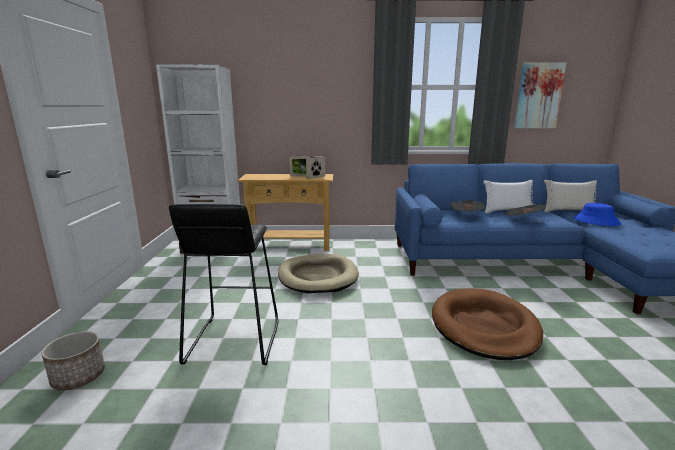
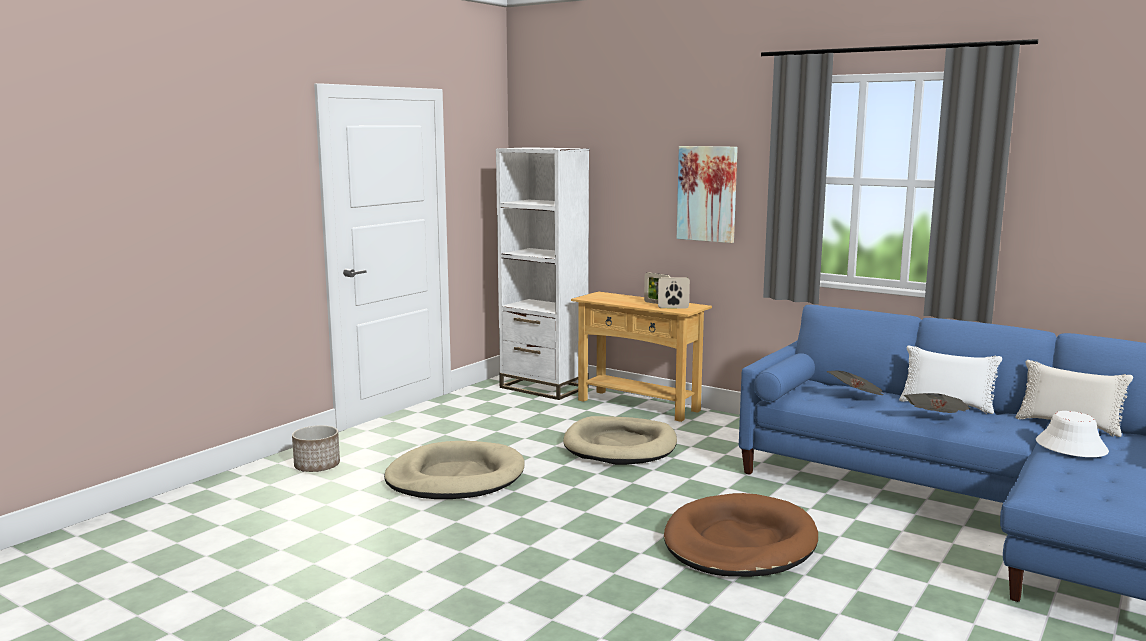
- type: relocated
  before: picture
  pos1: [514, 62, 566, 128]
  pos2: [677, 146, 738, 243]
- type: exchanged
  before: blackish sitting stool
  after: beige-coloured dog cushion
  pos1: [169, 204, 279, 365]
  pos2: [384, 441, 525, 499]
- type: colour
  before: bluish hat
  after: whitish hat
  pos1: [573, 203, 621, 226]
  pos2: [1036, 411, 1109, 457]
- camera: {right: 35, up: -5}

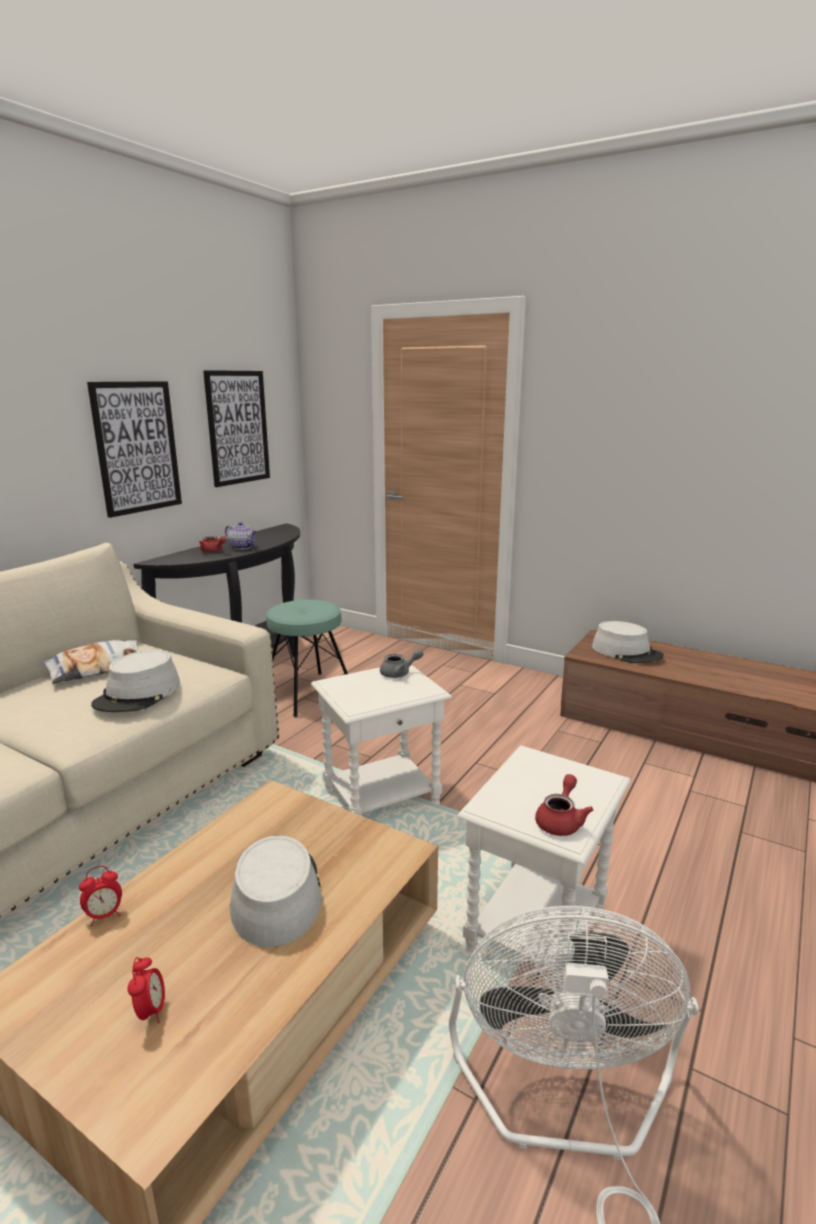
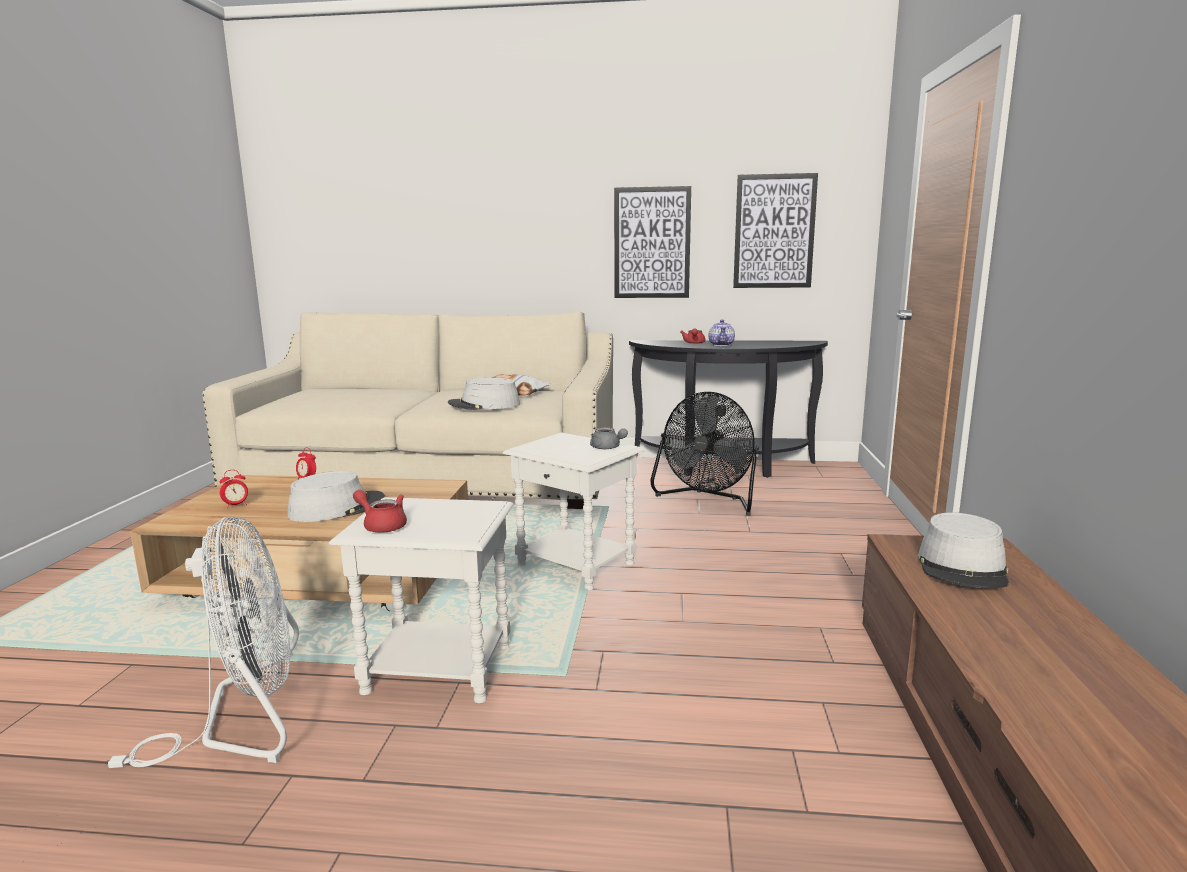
- type: exchanged
  before: turquoise-coloured sitting stool
  after: blackish cooling fan
  pos1: [266, 600, 348, 717]
  pos2: [651, 392, 759, 516]
- type: spun
  before: red-coloured teapot
  pos1: [535, 774, 593, 836]
  pos2: [353, 490, 407, 533]
  turn: -150
- camera: {right: 65, up: -5}

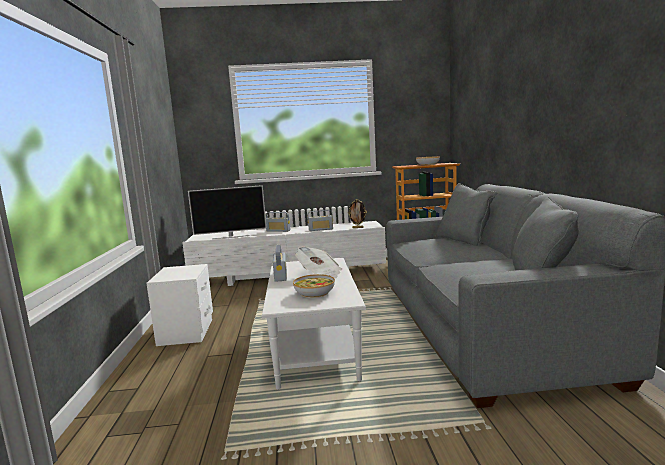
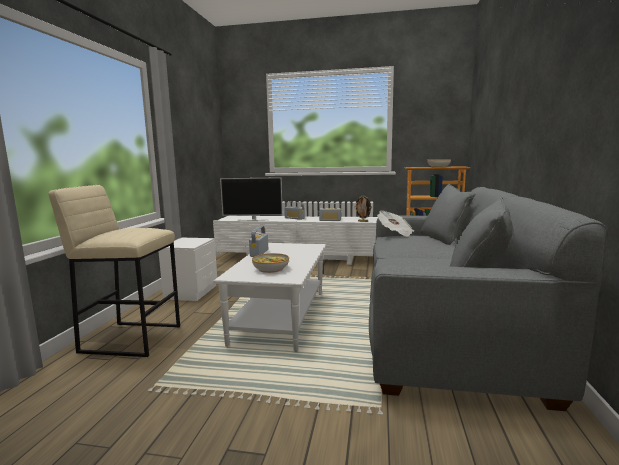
- type: appeared
  after: beige-coloured sitting stool
  pos2: [48, 185, 180, 357]
- type: relocated
  before: printed paper
  pos1: [295, 246, 342, 279]
  pos2: [377, 211, 414, 237]
- camera: {right: 15, up: 0}

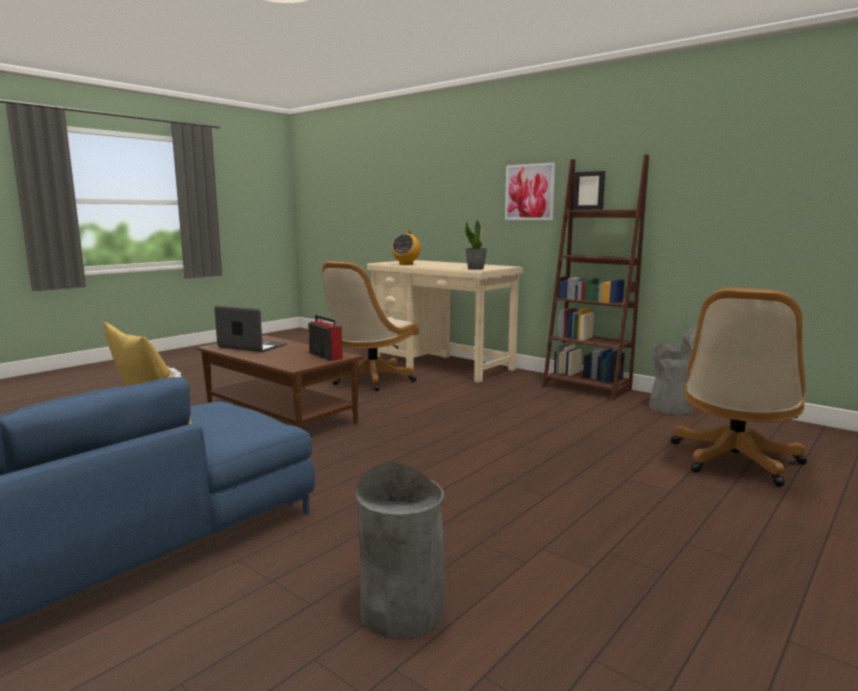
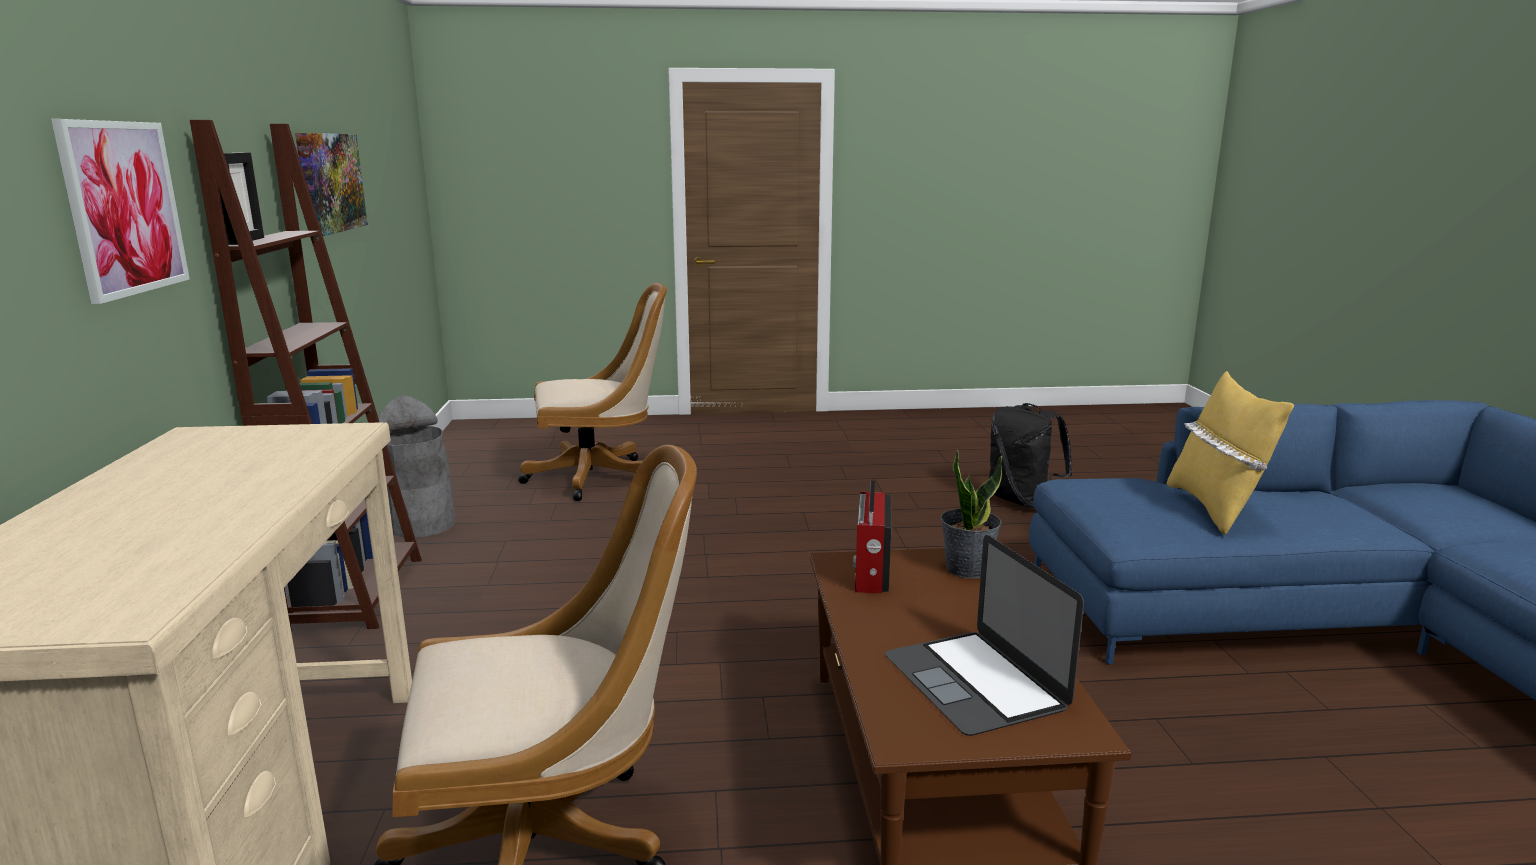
- type: missing
  before: radio receiver
  pos1: [392, 230, 421, 265]
- type: appeared
  after: picture
  pos2: [295, 133, 368, 236]
- type: relocated
  before: plant in a pot
  pos1: [465, 219, 487, 270]
  pos2: [941, 450, 1003, 579]
- type: exchanged
  before: grey trash can
  after: blackish knapsack
  pos1: [356, 462, 445, 639]
  pos2: [989, 403, 1072, 508]
- camera: {right: -135, up: 5}

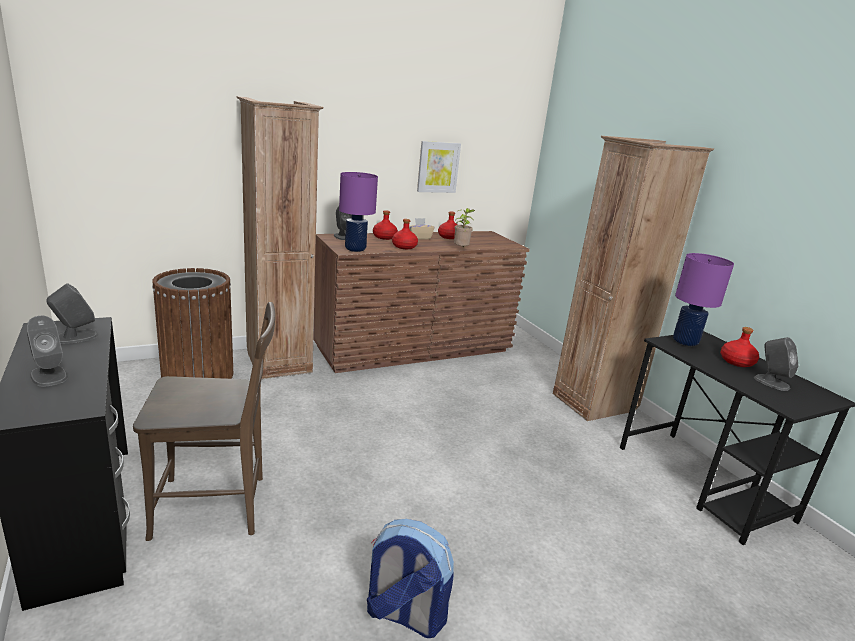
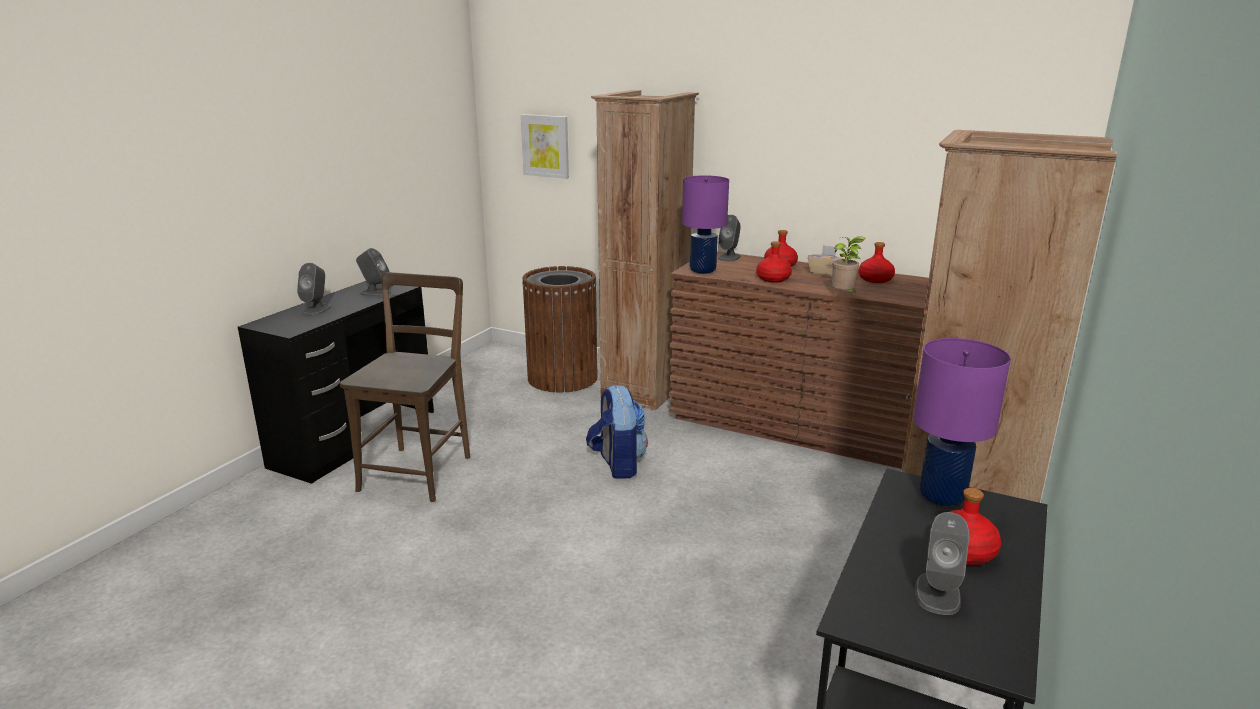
- type: relocated
  before: knapsack
  pos1: [367, 519, 454, 638]
  pos2: [586, 385, 648, 478]
- type: relocated
  before: picture
  pos1: [417, 141, 461, 193]
  pos2: [521, 114, 569, 179]
- type: spun
  before: brownish plain chair
  pos1: [133, 302, 276, 541]
  pos2: [340, 272, 470, 502]
  turn: -120
- camera: {right: 55, up: 0}

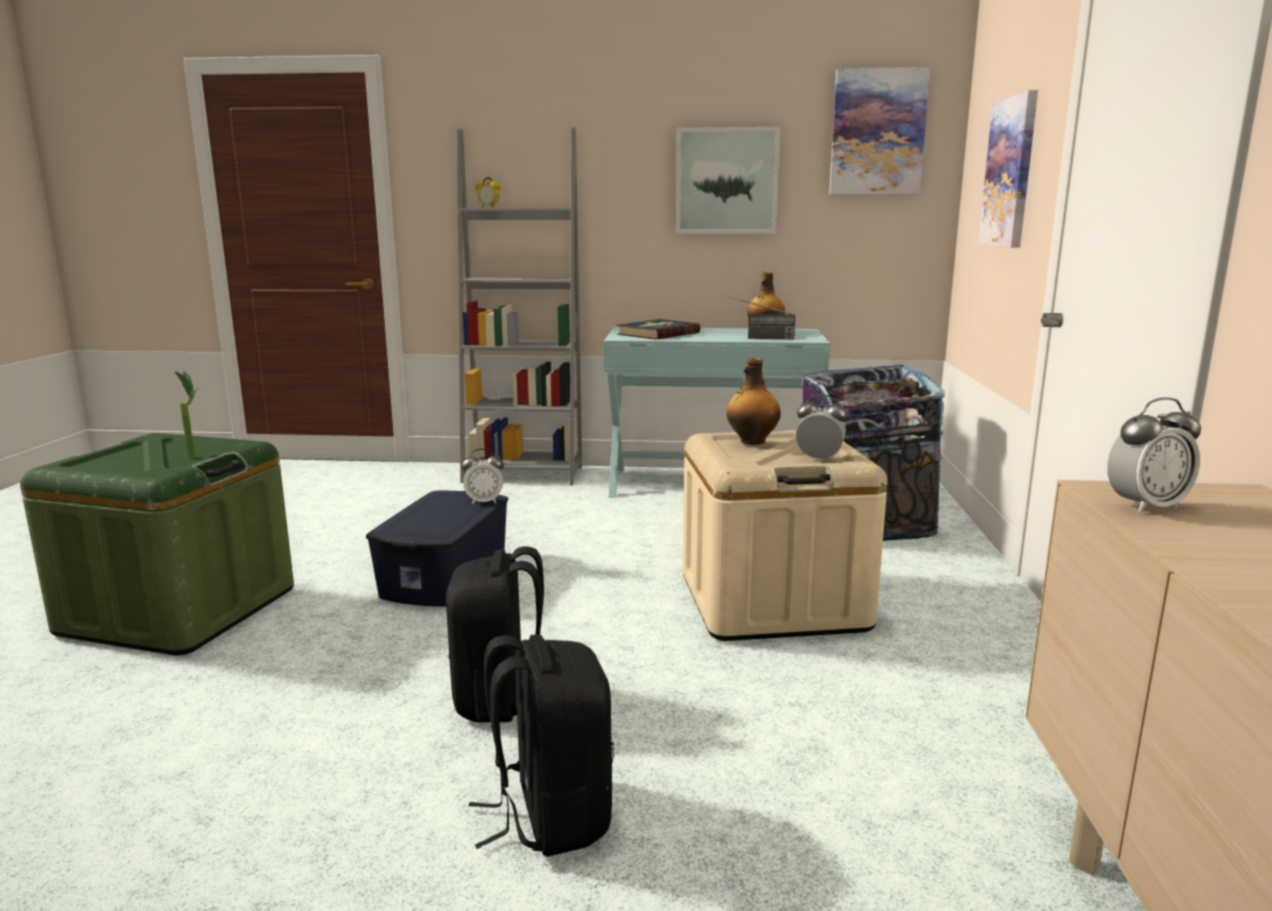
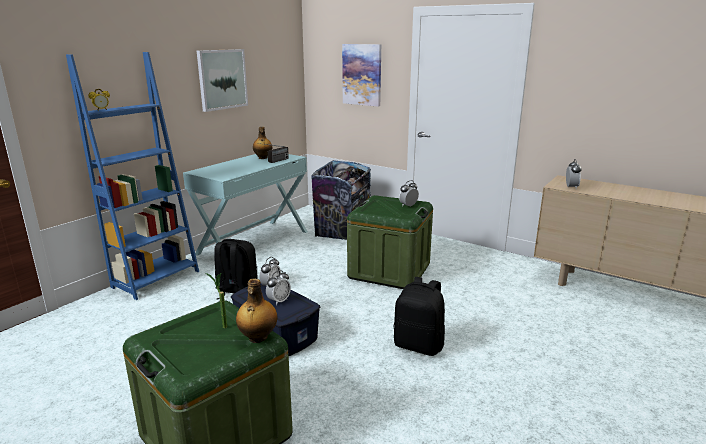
- type: missing
  before: volume
  pos1: [617, 319, 700, 340]
- type: missing
  before: picture
  pos1: [829, 67, 930, 195]
- type: appeared
  after: bedside clock
  pos2: [266, 270, 291, 305]
- type: relocated
  before: blackish knapsack
  pos1: [469, 635, 614, 856]
  pos2: [214, 239, 258, 300]
- type: relocated
  before: drink bottle
  pos1: [726, 357, 781, 445]
  pos2: [236, 279, 277, 343]
- type: colour
  before: grey bookshelf
  after: bluish bookshelf
  pos1: [457, 127, 582, 486]
  pos2: [66, 52, 199, 300]
- type: colour
  before: beige-coloured storage box
  after: greenish storage box
  pos1: [683, 430, 888, 641]
  pos2: [347, 195, 433, 289]
- camera: {right: -60, up: 5}

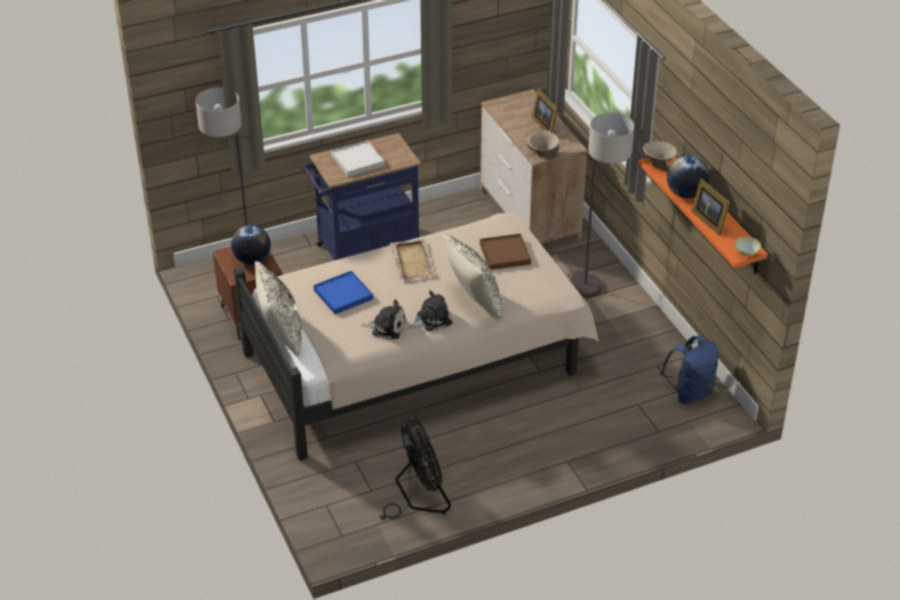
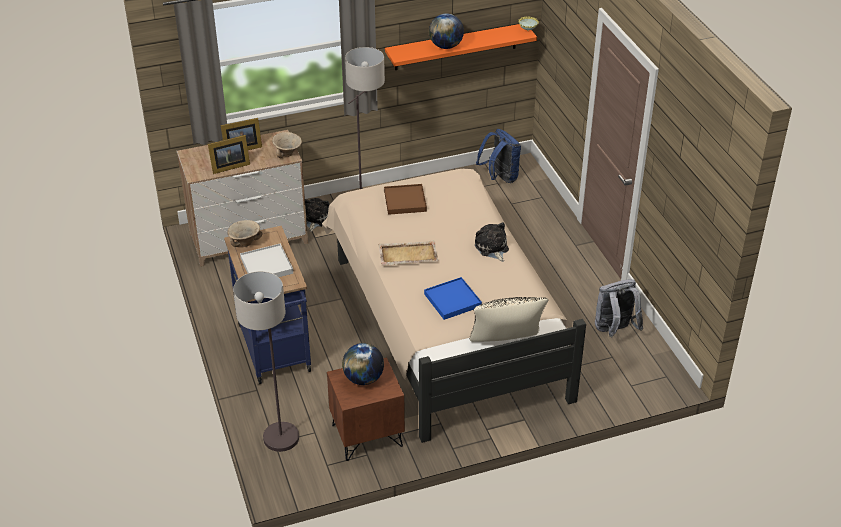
- type: missing
  before: beige-coloured cushion
  pos1: [443, 234, 502, 319]
- type: relocated
  before: cuddly toy
  pos1: [361, 300, 406, 339]
  pos2: [305, 198, 330, 232]
- type: relocated
  before: beige-coloured serving bowl
  pos1: [643, 141, 677, 171]
  pos2: [227, 220, 263, 247]
- type: relocated
  before: photo frame
  pos1: [691, 178, 730, 236]
  pos2: [208, 135, 250, 174]
- type: exchanged
  before: blackish cooling fan
  after: grey knapsack
  pos1: [380, 419, 451, 520]
  pos2: [595, 279, 643, 337]
- camera: {right: -85, up: 0}

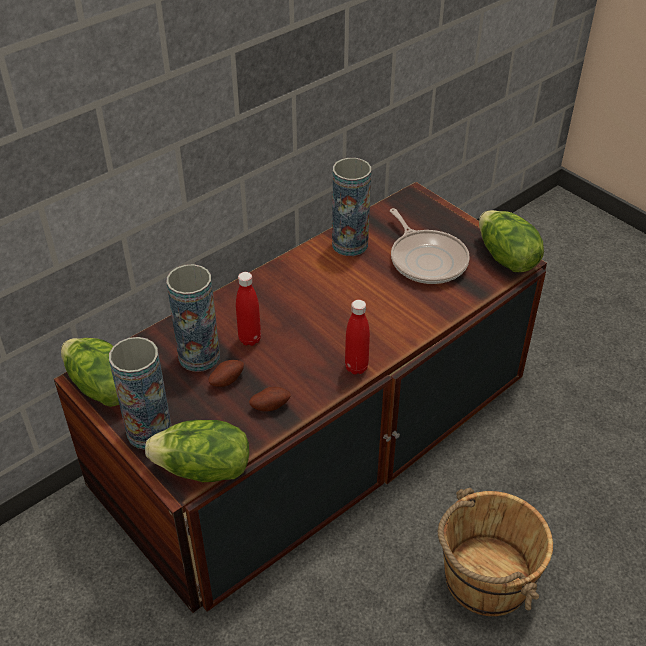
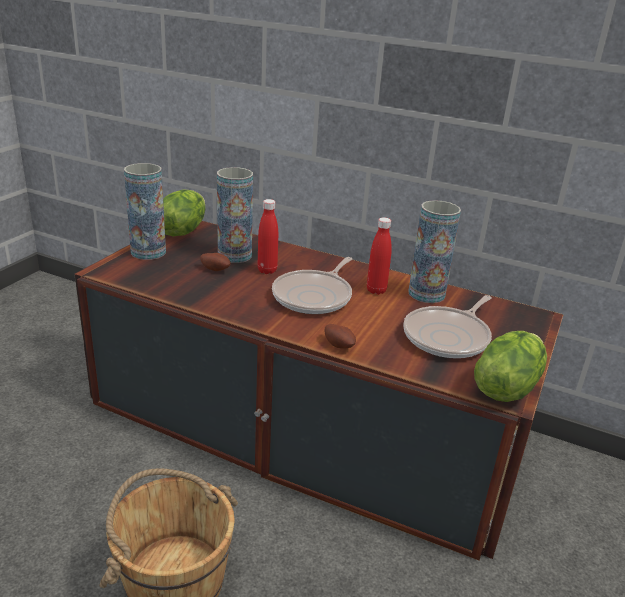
- type: missing
  before: lettuce
  pos1: [145, 420, 249, 482]
- type: appeared
  after: skillet
  pos2: [272, 257, 352, 314]
- type: relocated
  before: whole potato
  pos1: [249, 387, 291, 412]
  pos2: [324, 324, 356, 349]
- type: relocated
  before: red-coloured drink bottle
  pos1: [345, 300, 370, 375]
  pos2: [367, 217, 392, 295]
- camera: {right: 65, up: -15}

